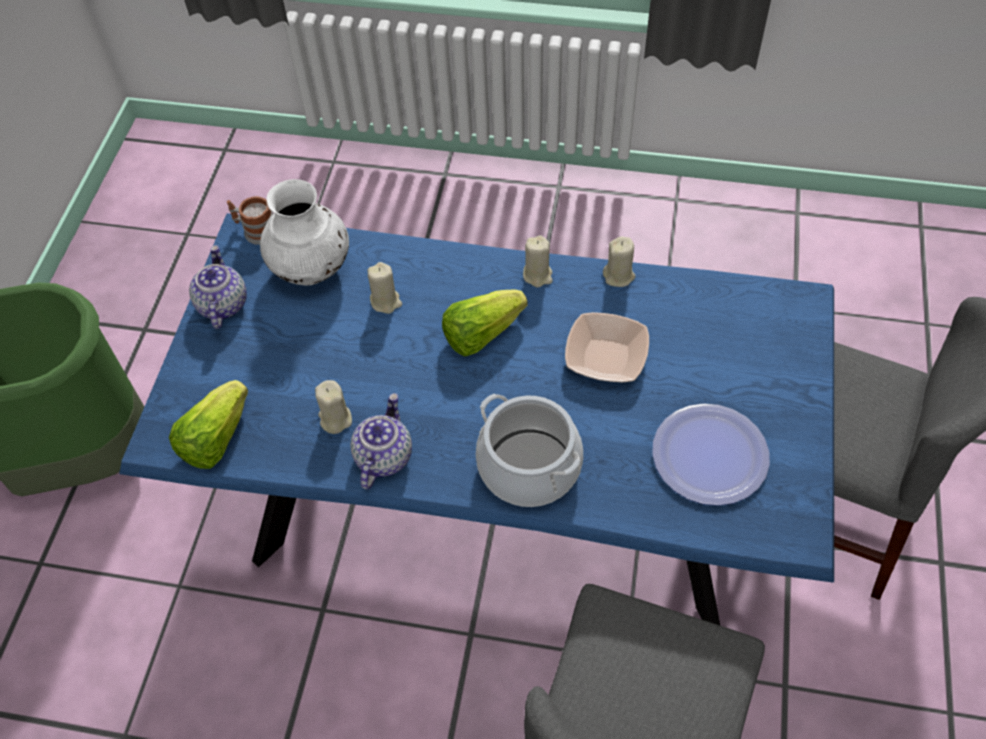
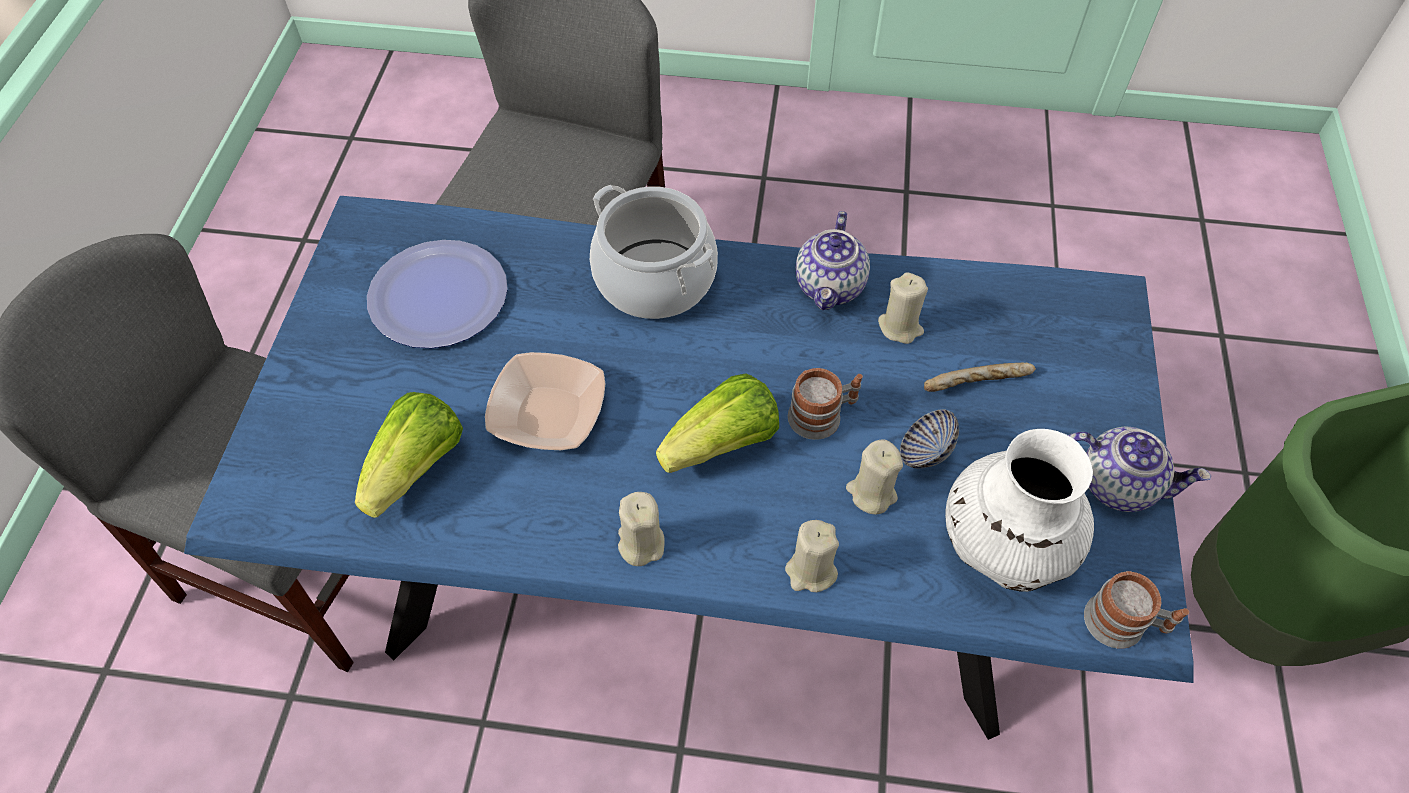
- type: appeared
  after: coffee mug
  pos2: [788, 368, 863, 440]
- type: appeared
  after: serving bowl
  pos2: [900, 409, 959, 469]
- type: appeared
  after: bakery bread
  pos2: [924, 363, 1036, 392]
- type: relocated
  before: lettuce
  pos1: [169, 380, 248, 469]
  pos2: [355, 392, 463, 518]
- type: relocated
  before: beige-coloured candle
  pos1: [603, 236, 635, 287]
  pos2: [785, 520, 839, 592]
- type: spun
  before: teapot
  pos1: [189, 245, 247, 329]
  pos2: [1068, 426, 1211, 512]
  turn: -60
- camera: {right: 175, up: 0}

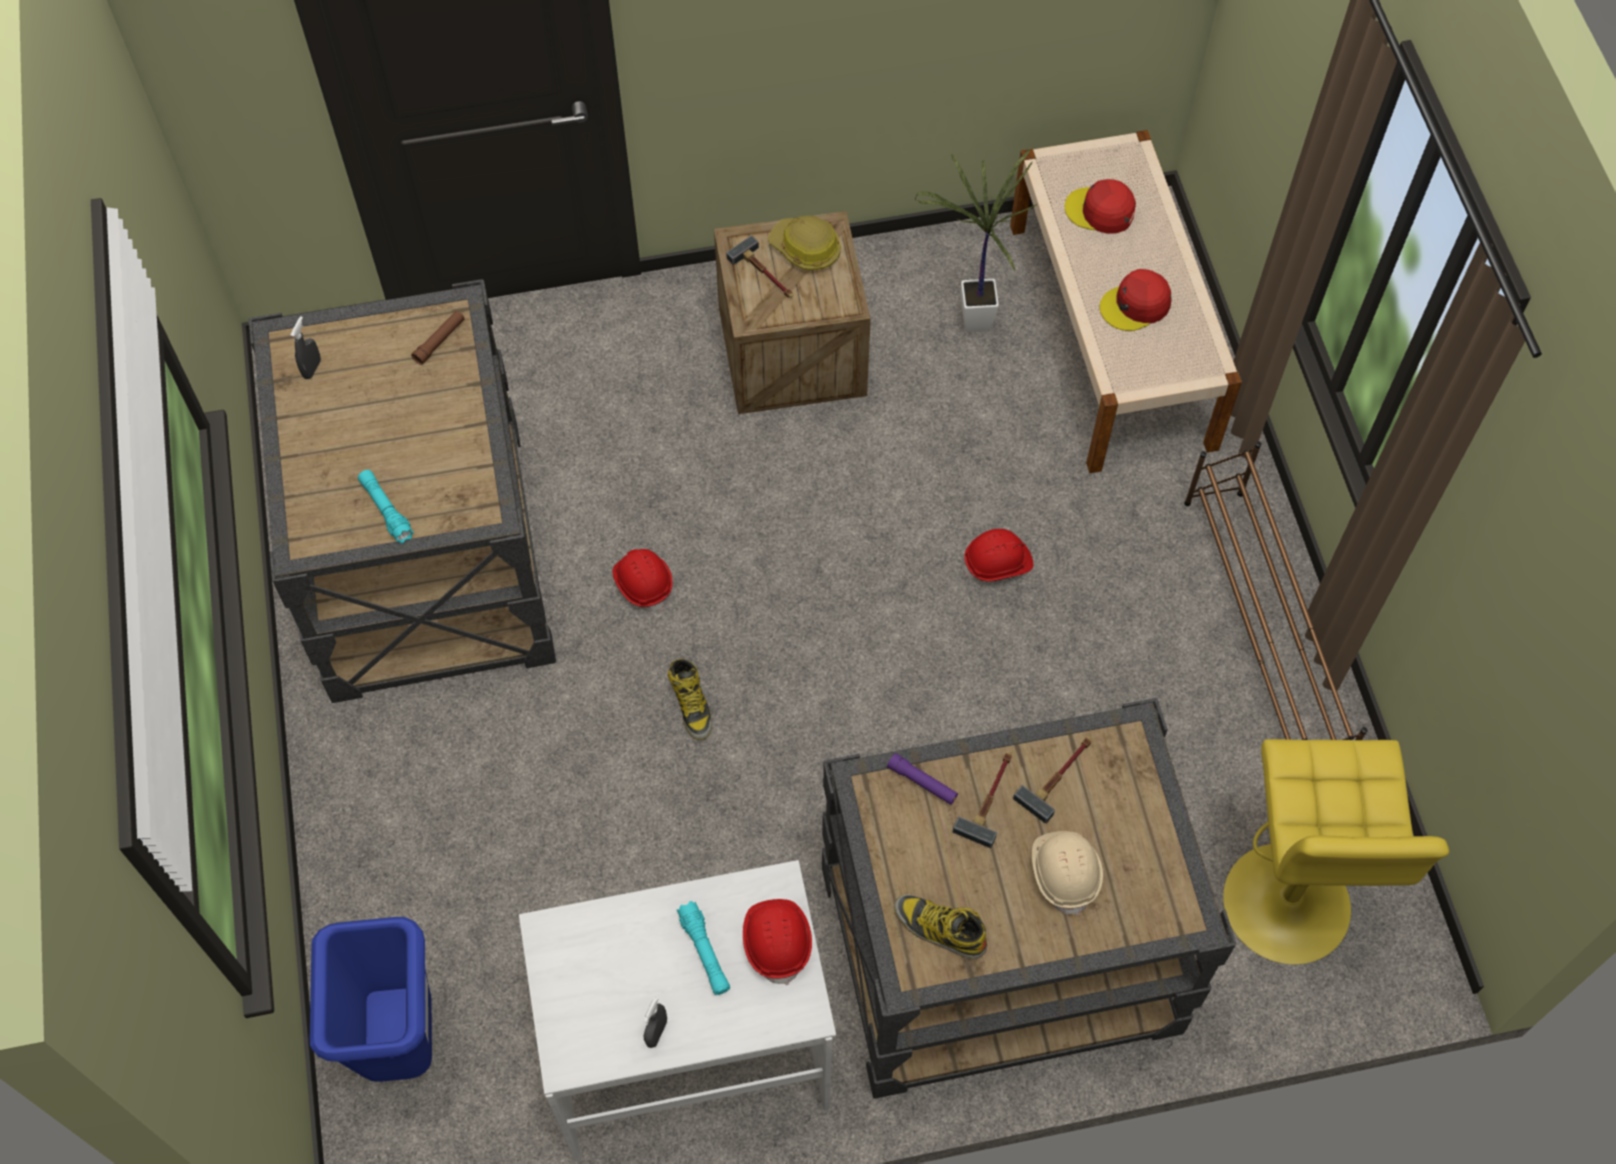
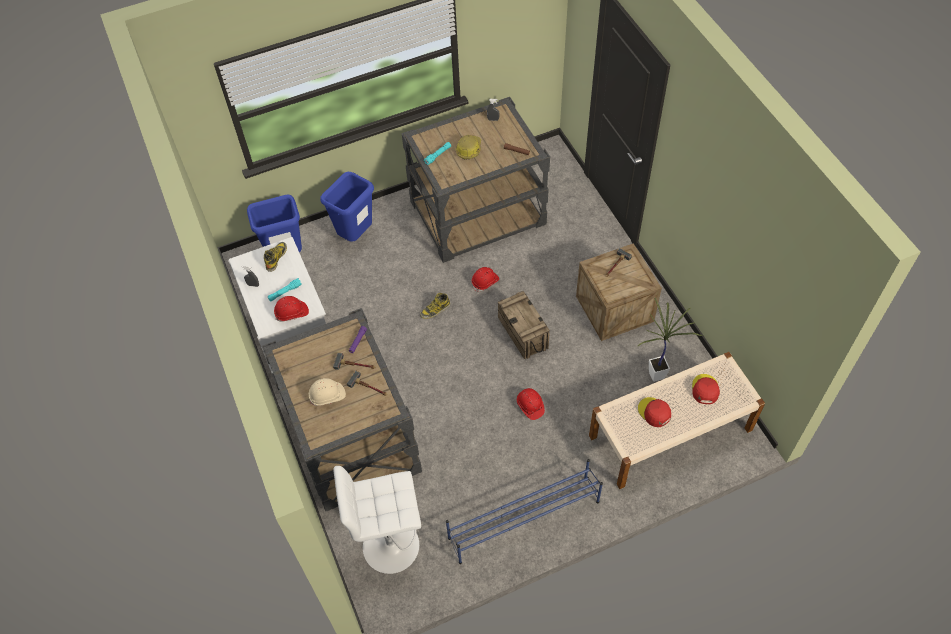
- type: appeared
  after: bluish trash can
  pos2: [320, 172, 374, 242]
- type: appeared
  after: packing crate
  pos2: [498, 291, 550, 359]
- type: relocated
  before: hard hat
  pos1: [767, 216, 841, 270]
  pos2: [455, 135, 481, 159]
- type: relocated
  before: boot
  pos1: [894, 895, 987, 959]
  pos2: [264, 242, 287, 272]
- type: colour
  before: brownish shoe rack
  after: bluish shoe rack
  pos1: [1184, 441, 1368, 740]
  pos2: [446, 459, 603, 564]
- type: colour
  before: yellow-coloured sitting stool
  after: whitish sitting stool
  pos1: [1223, 739, 1449, 964]
  pos2: [333, 466, 421, 574]
- camera: {right: 80, up: -5}

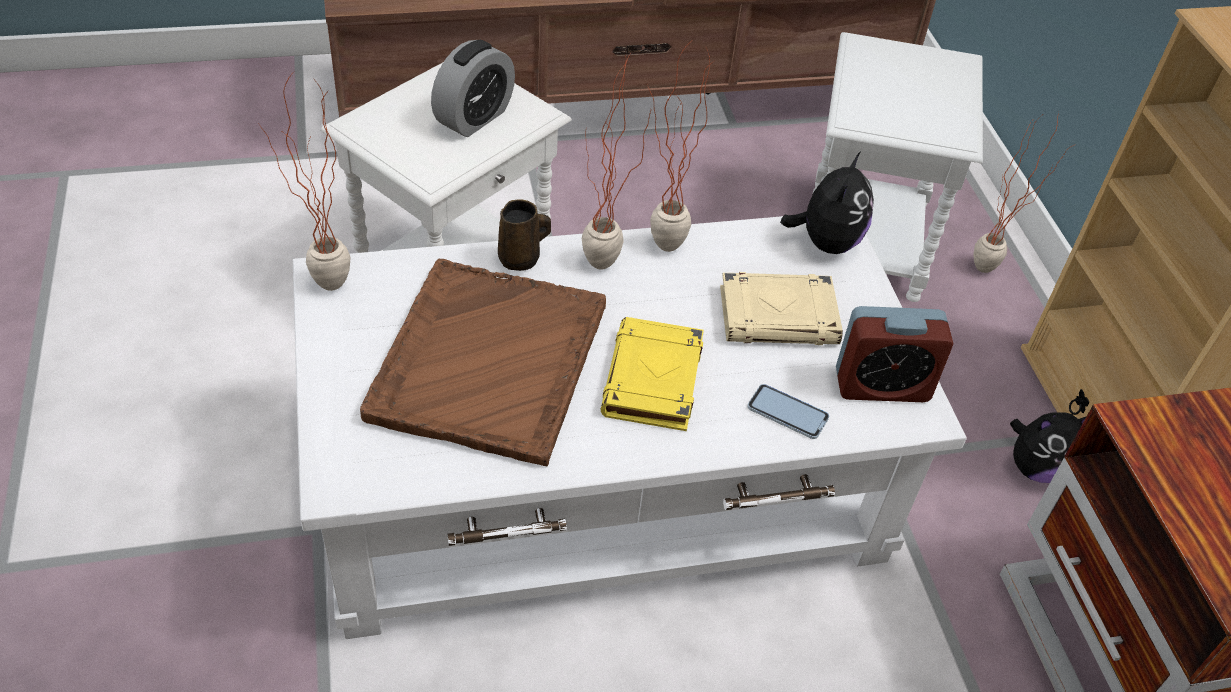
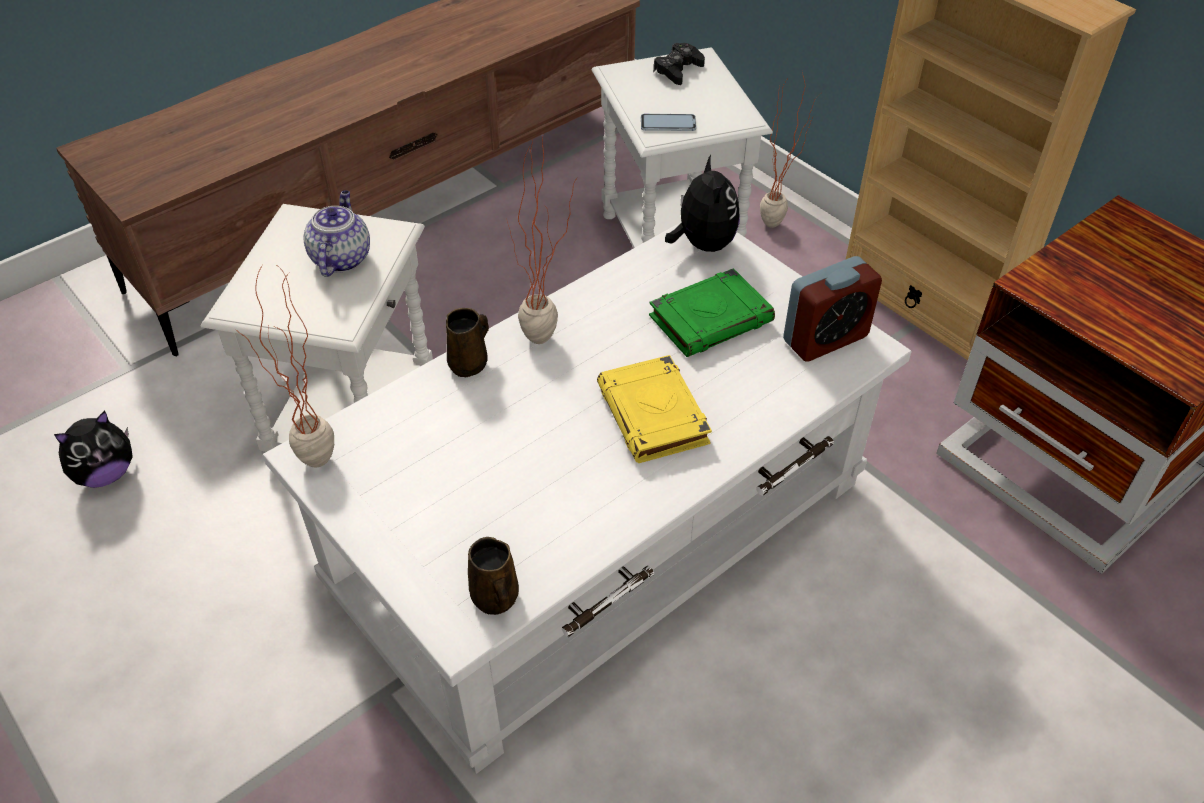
- type: missing
  before: brownish serving tray
  pos1: [360, 258, 606, 467]
- type: missing
  before: plant in a pot
  pos1: [648, 40, 714, 252]
- type: appeared
  after: brownish coffee mug
  pos2: [468, 537, 519, 615]
- type: appeared
  after: blackish joypad
  pos2: [653, 43, 705, 85]
- type: relocated
  before: phone
  pos1: [747, 384, 829, 439]
  pos2: [641, 114, 696, 131]
- type: relocated
  before: cuddly toy
  pos1: [1010, 412, 1086, 483]
  pos2: [54, 411, 133, 488]
- type: exchanged
  before: bedside clock
  after: teapot
  pos1: [431, 40, 515, 137]
  pos2: [304, 190, 370, 277]
- type: colour
  before: beige-coloured volume
  after: greenish volume
  pos1: [720, 272, 843, 345]
  pos2: [649, 268, 775, 357]
- camera: {right: -25, up: 0}

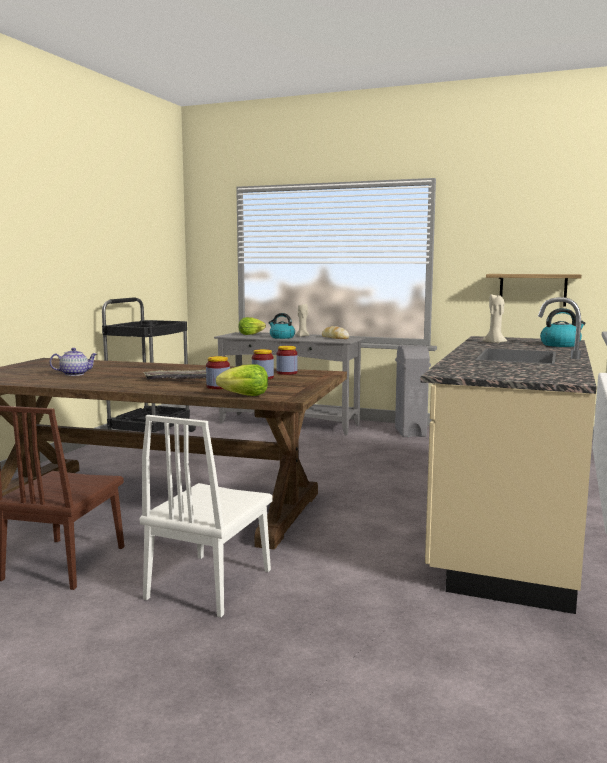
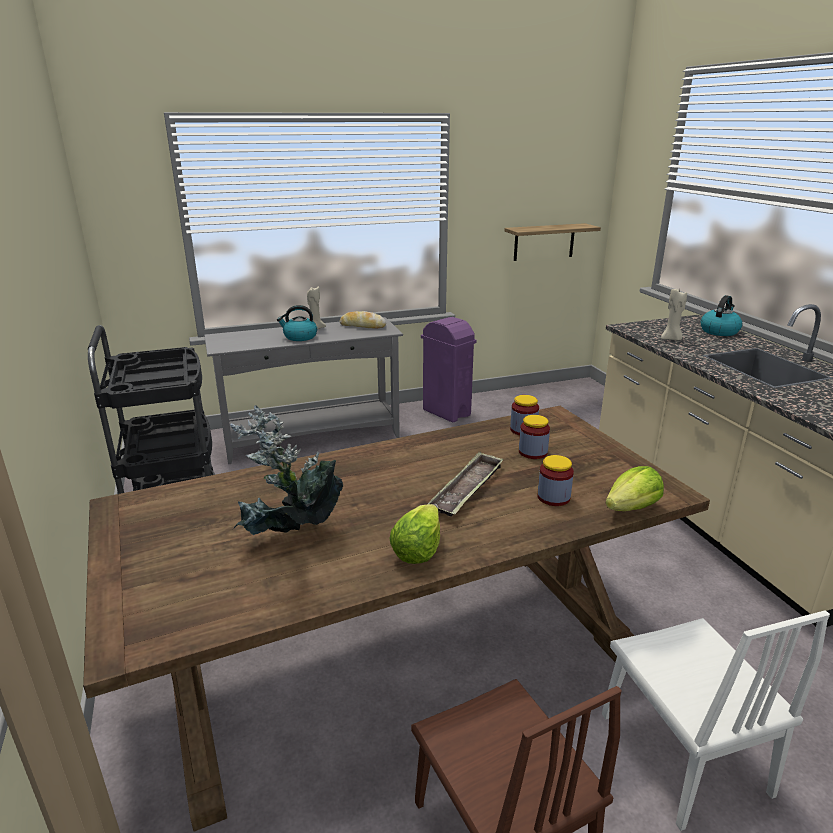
- type: relocated
  before: lettuce
  pos1: [238, 317, 266, 335]
  pos2: [389, 504, 440, 564]
- type: exchanged
  before: teapot
  after: plant in a pot
  pos1: [49, 348, 97, 376]
  pos2: [230, 405, 343, 535]
- type: colour
  before: grey trash can
  after: purple-coloured trash can
  pos1: [395, 345, 431, 437]
  pos2: [421, 317, 477, 422]
- camera: {right: -40, up: 15}

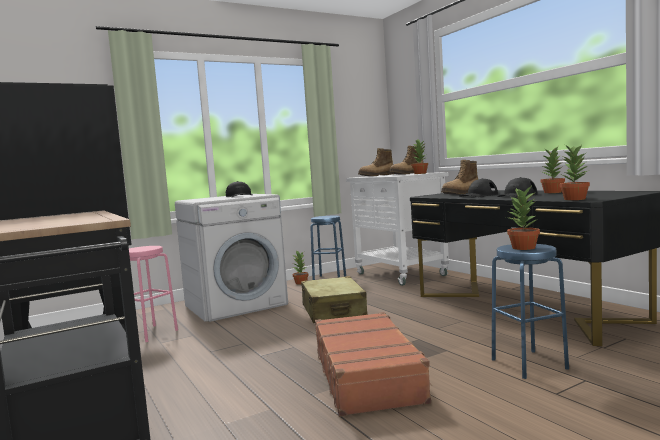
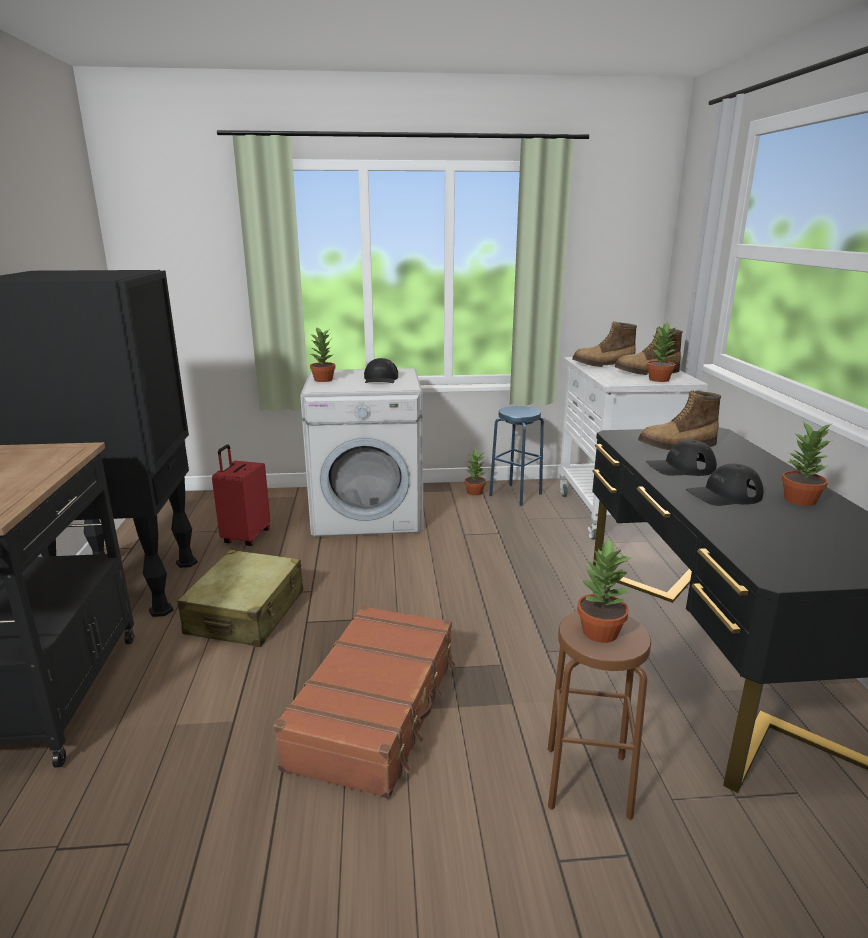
- type: relocated
  before: beige-coloured suitcase
  pos1: [301, 276, 367, 323]
  pos2: [177, 550, 303, 647]
- type: relocated
  before: plant in a pot
  pos1: [560, 145, 590, 200]
  pos2: [310, 328, 336, 382]
- type: exchanged
  before: pinkish sitting stool
  after: red-coloured suitcase
  pos1: [129, 246, 178, 342]
  pos2: [212, 445, 270, 546]
- type: colour
  before: bluish sitting stool
  after: brownish sitting stool
  pos1: [492, 244, 569, 379]
  pos2: [548, 611, 651, 820]
- camera: {right: 25, up: 15}

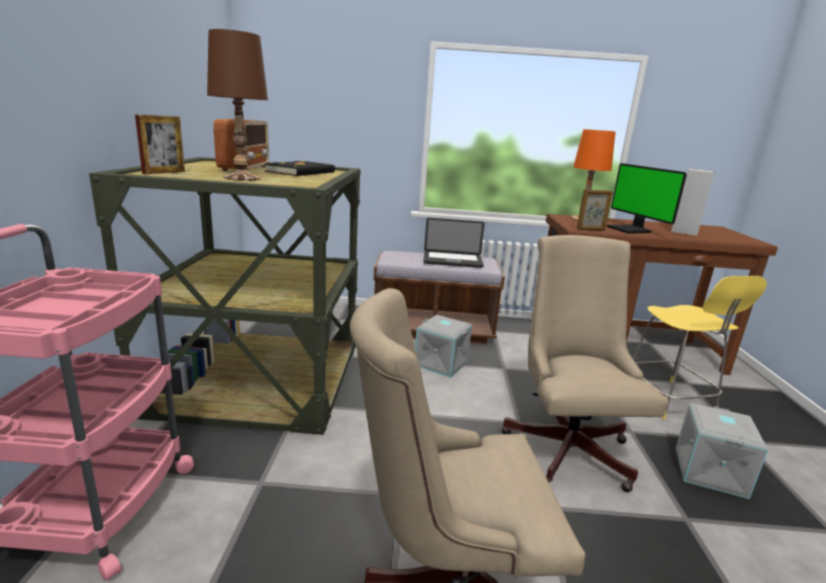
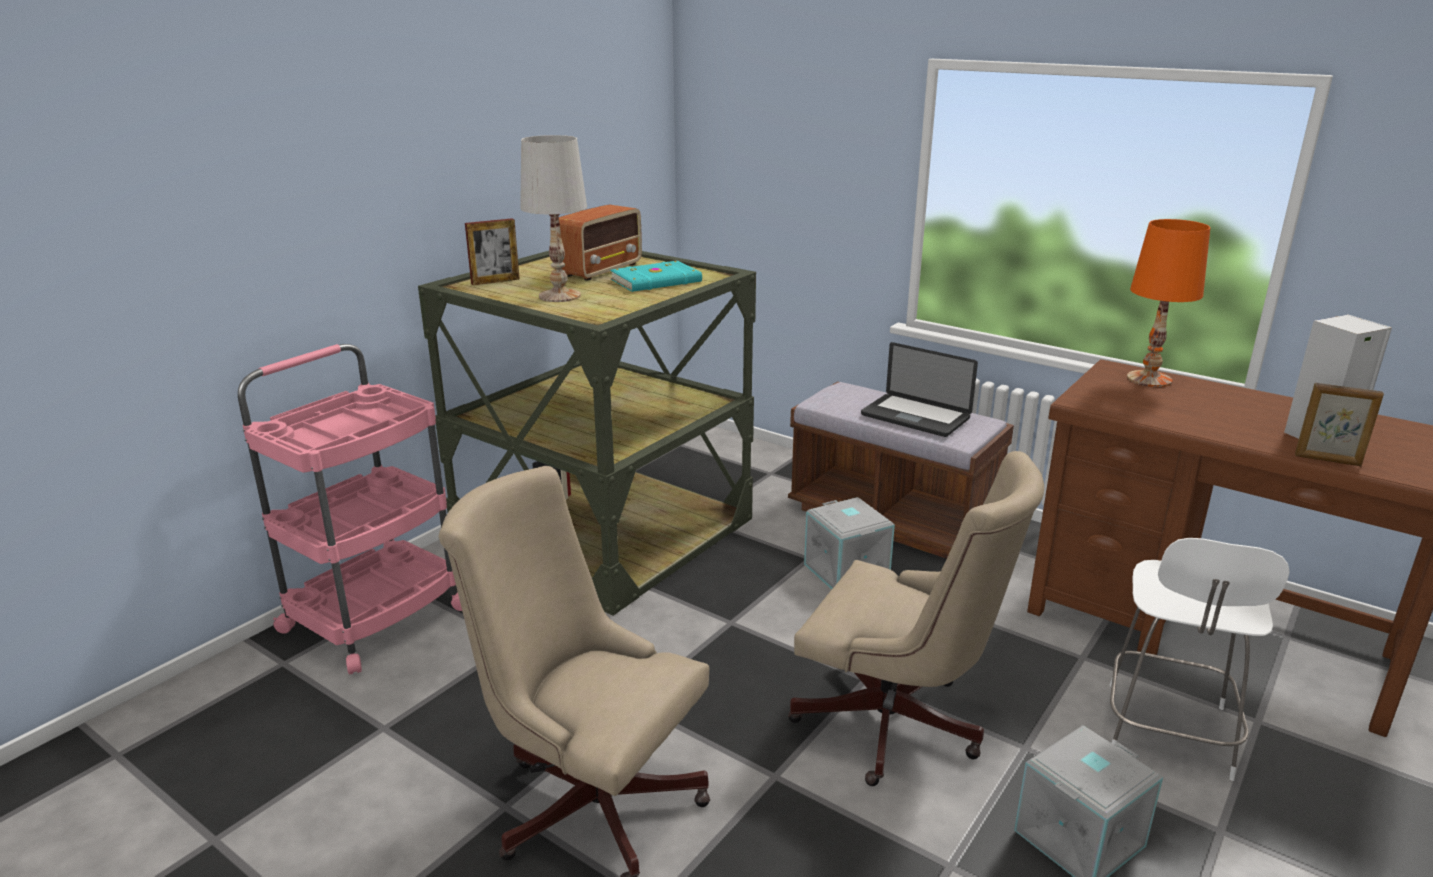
- type: missing
  before: computer screen
  pos1: [606, 163, 687, 233]
- type: relocated
  before: photo frame
  pos1: [576, 189, 613, 231]
  pos2: [1295, 383, 1384, 466]
- type: colour
  before: brownish lamp for a table
  after: whitish lamp for a table
  pos1: [207, 29, 268, 181]
  pos2: [520, 135, 587, 302]
- type: colour
  before: blackish volume
  after: turquoise-coloured volume
  pos1: [264, 161, 335, 176]
  pos2: [610, 261, 702, 292]
- type: colour
  before: yellow-coloured sitting stool
  after: whitish sitting stool
  pos1: [633, 276, 767, 420]
  pos2: [1110, 538, 1290, 781]
- type: spun
  before: beige-coloured computer chair
  pos1: [502, 235, 669, 492]
  pos2: [788, 451, 1044, 786]
  turn: 90
- camera: {right: 35, up: 5}

